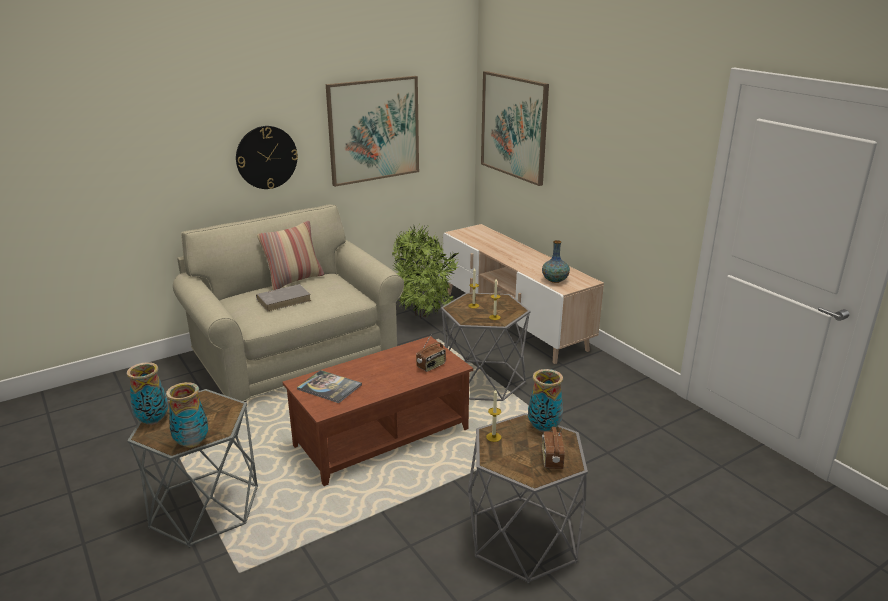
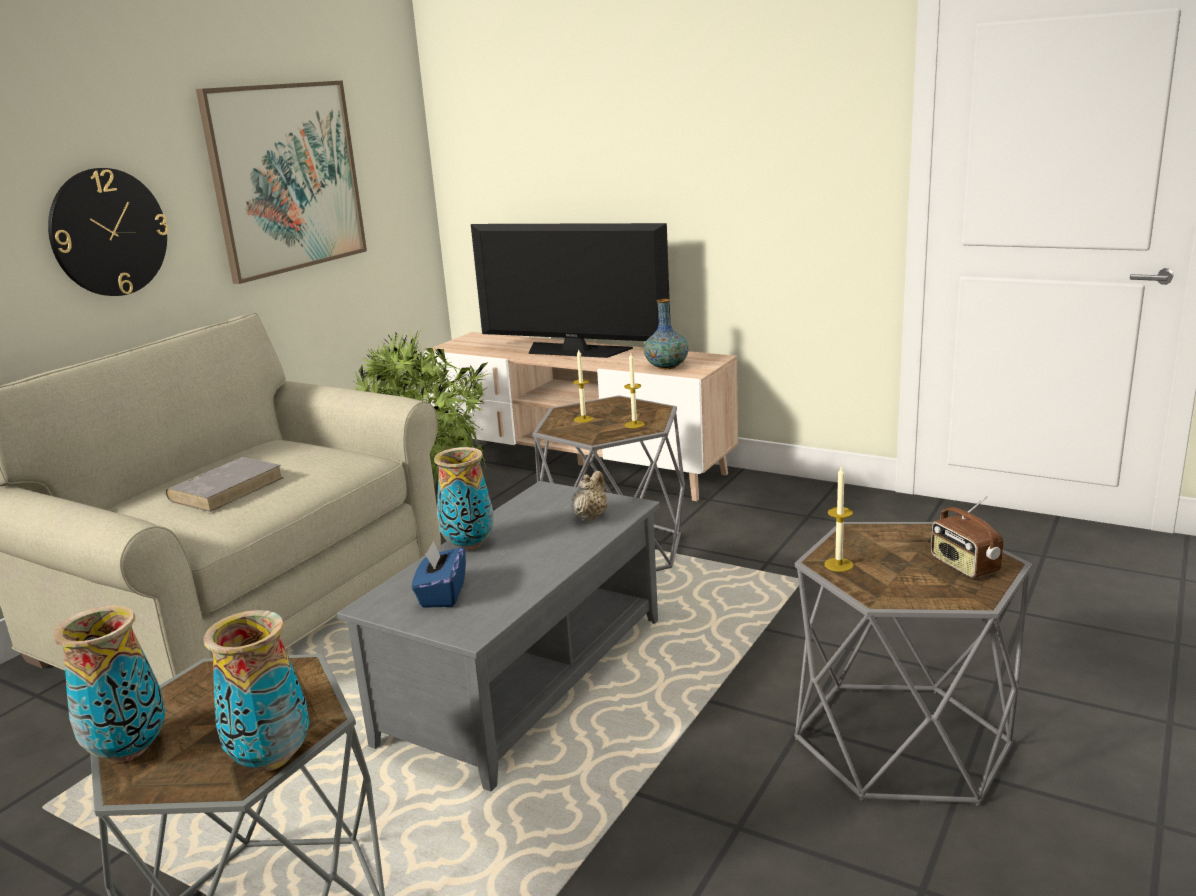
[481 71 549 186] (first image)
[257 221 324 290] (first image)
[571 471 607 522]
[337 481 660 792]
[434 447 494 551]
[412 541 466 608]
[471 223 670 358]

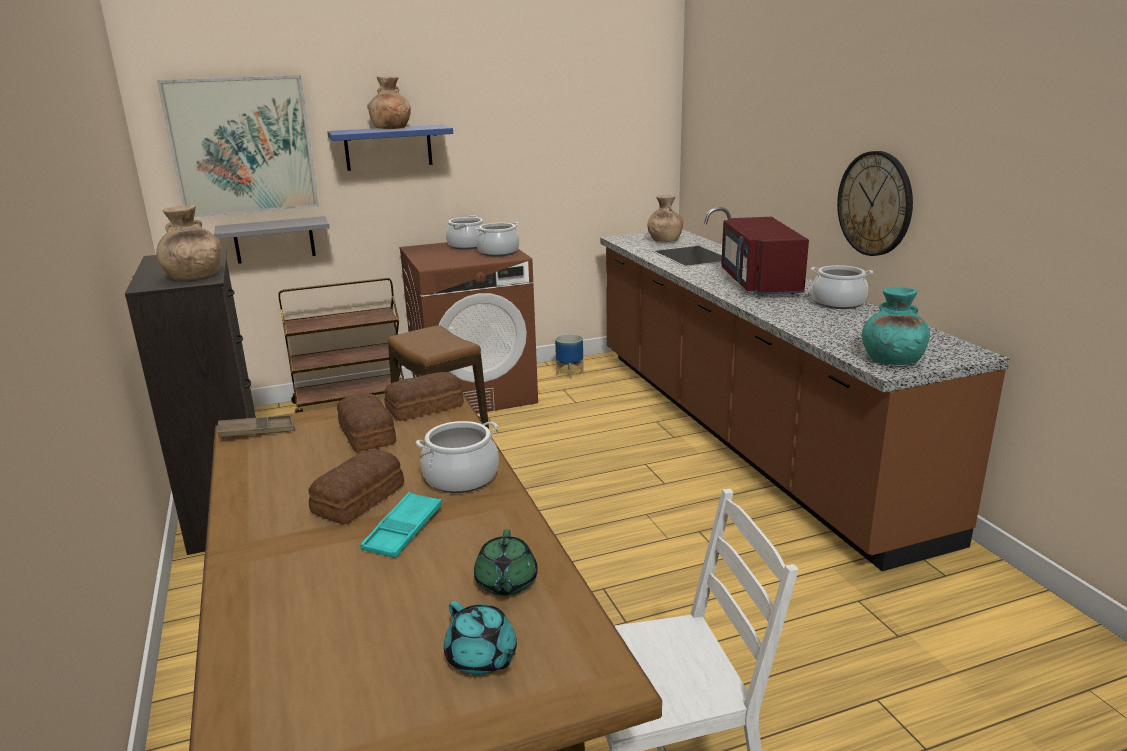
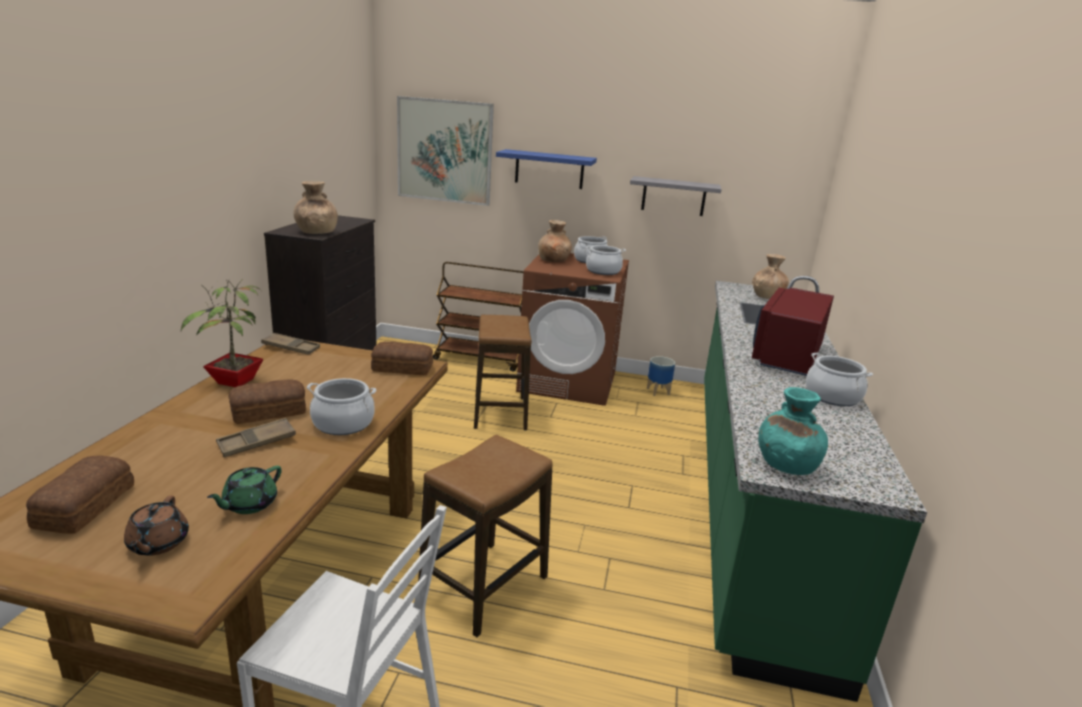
[538 220 572 262]
[837 151 913 256] (first image)
[704 276 927 702]
[630 176 722 216]
[26 455 134 534]
[216 418 296 457]
[124 495 189 556]
[181 279 263 387]
[418 435 553 637]

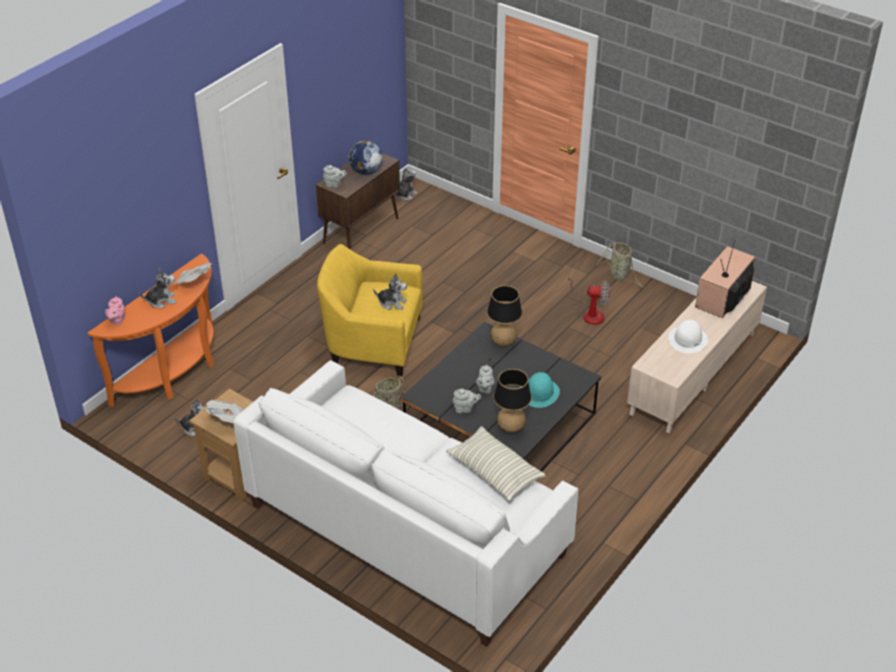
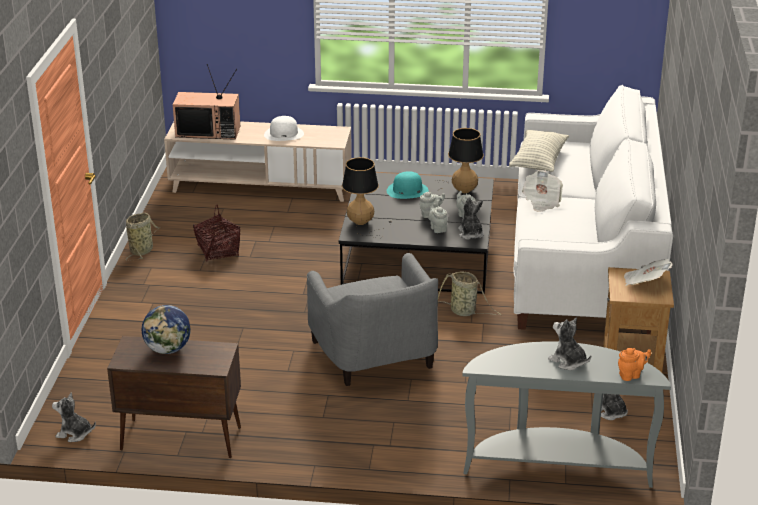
[428 203 448 233]
[307 253 438 386]
[462 341 671 488]
[522 170 563 212]
[458 197 484 240]
[193 205 240 262]
[618 348 651 381]

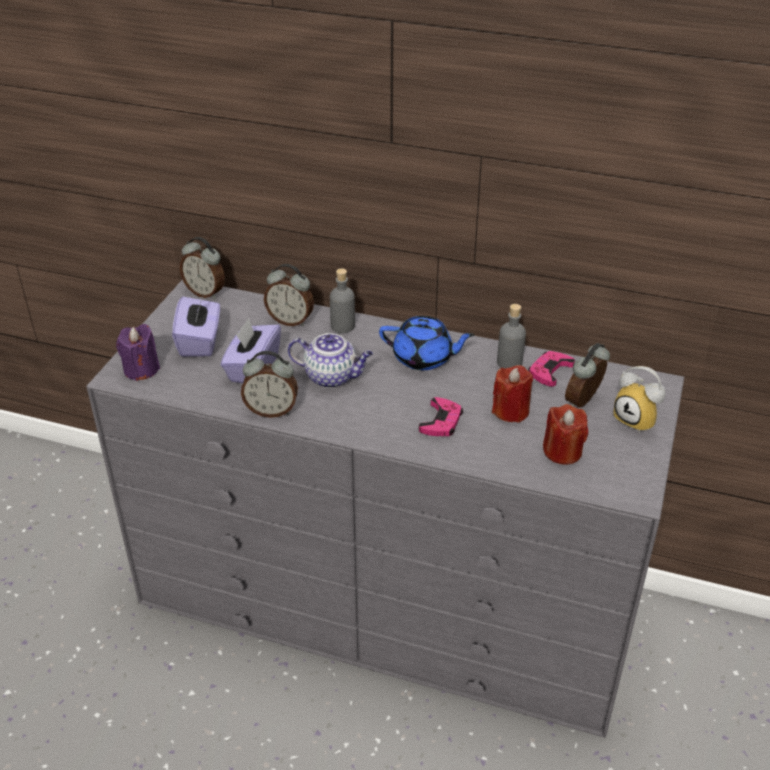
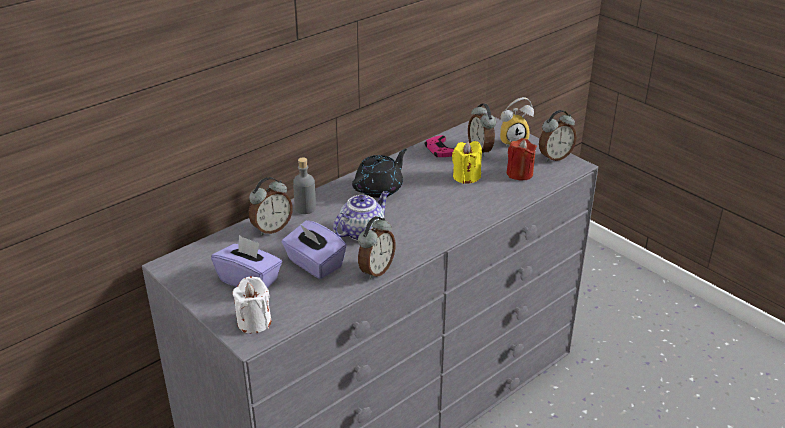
[539 110 577 162]
[497 304 526 368] (first image)
[352 149 407 198]
[232 276 271 334]
[452 141 482 184]
[419 397 463 436] (first image)

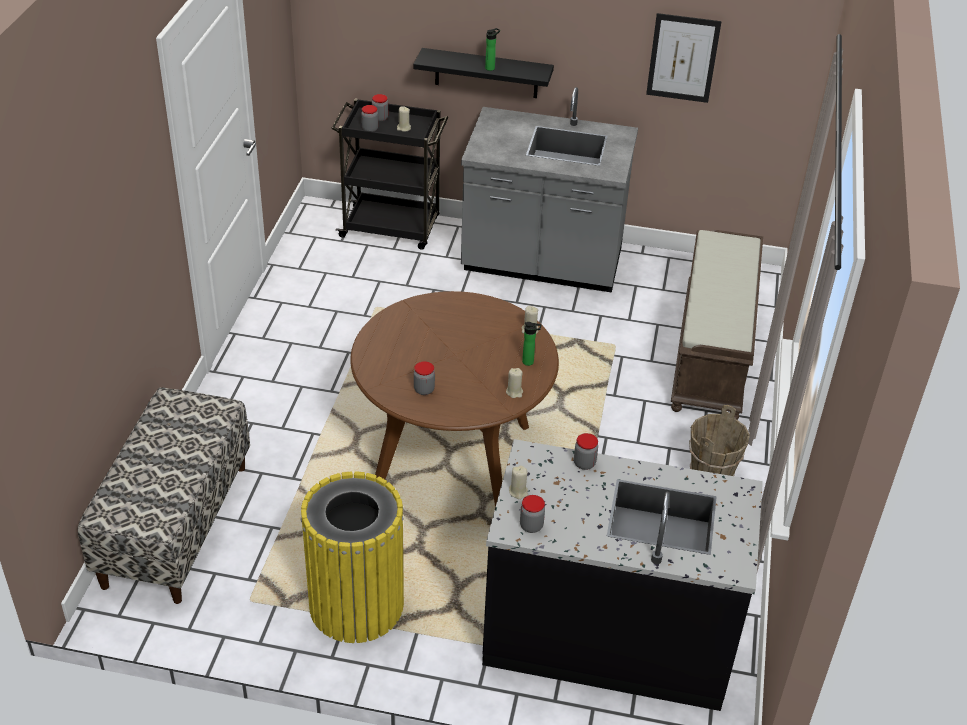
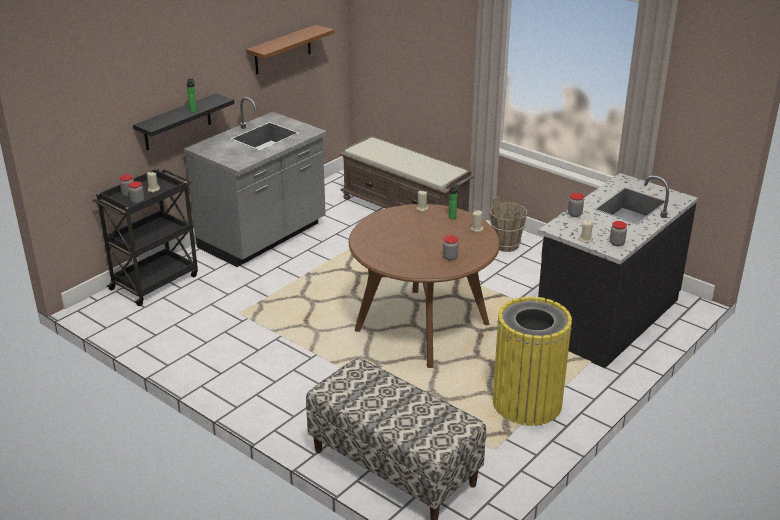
[246 25 334 74]

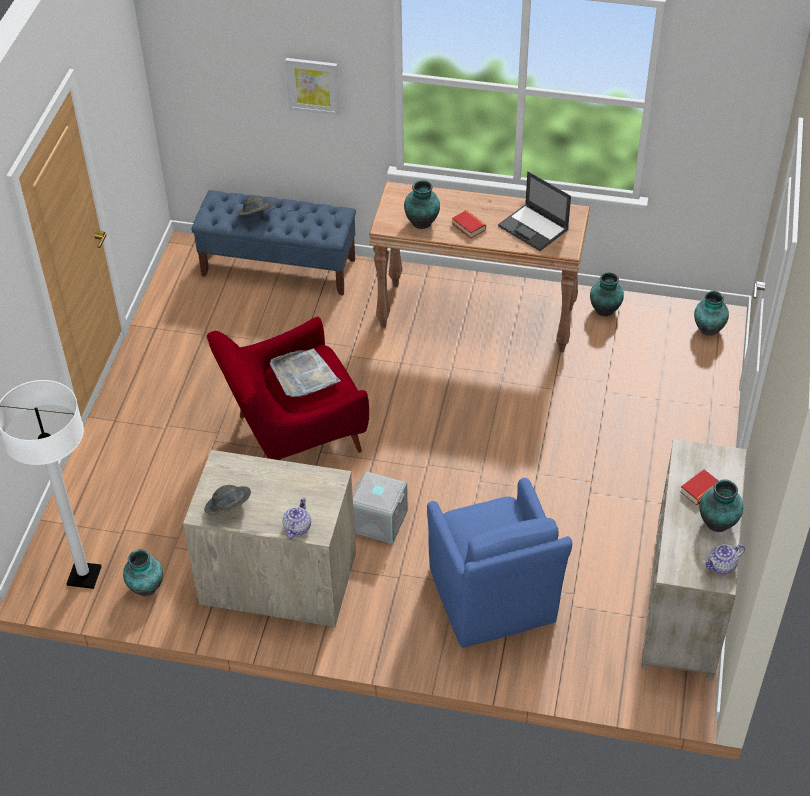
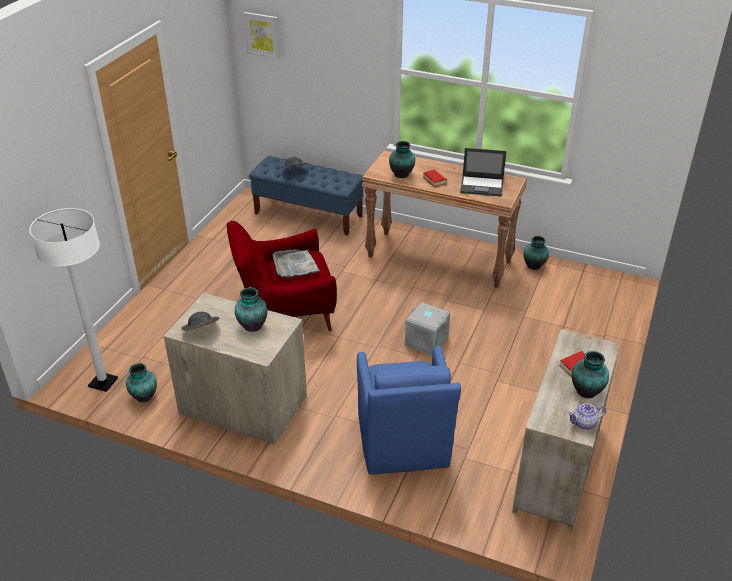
[244 12 280 59]
[460 148 506 197]
[235 287 267 332]
[405 302 450 356]
[283 497 311 540] (first image)

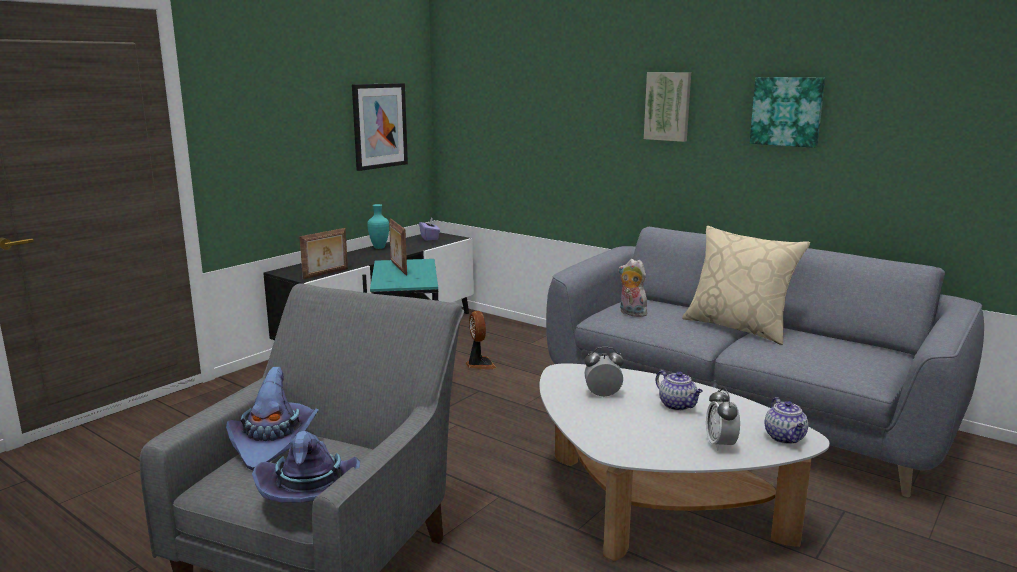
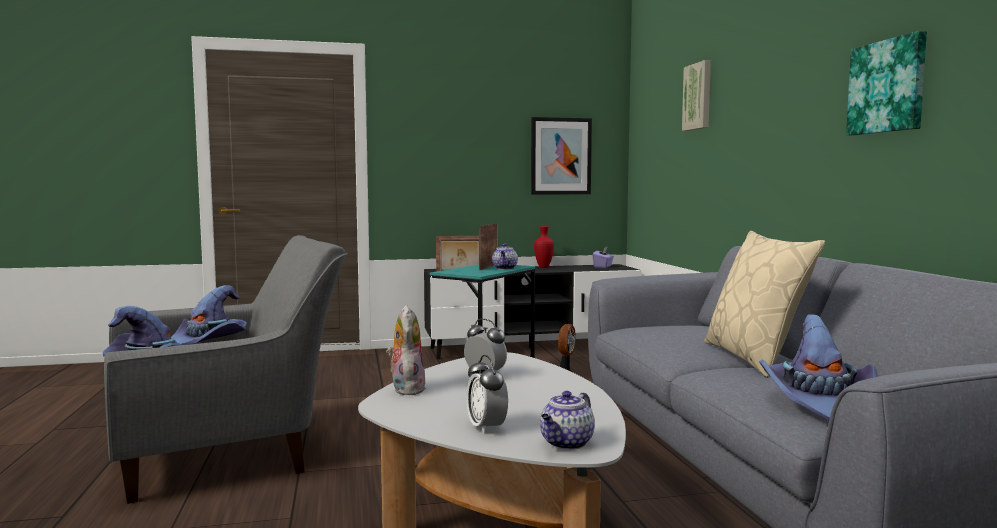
[682 60 711 131]
[534 226 554 268]
[386 305 426 395]
[492 243 518 270]
[466 355 508 434]
[759 314 877 421]

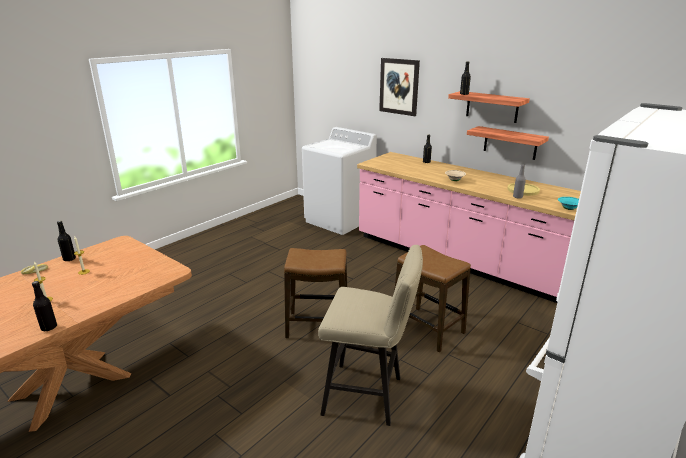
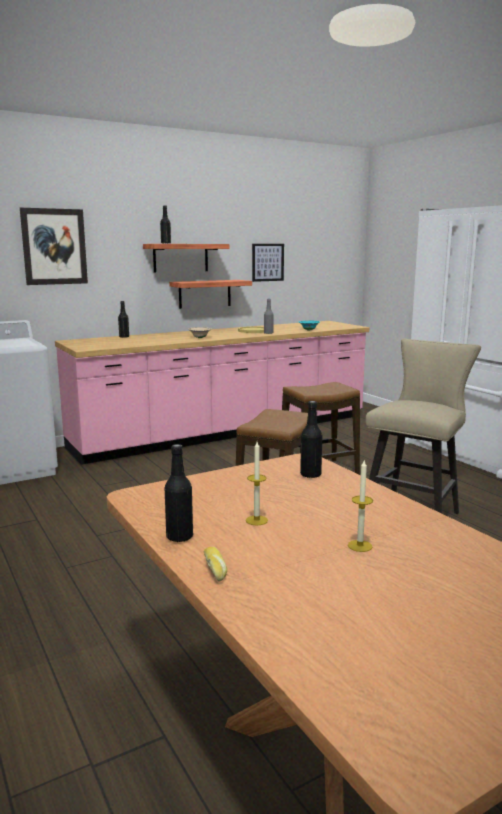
[300 401 323 478]
[252 244 284 282]

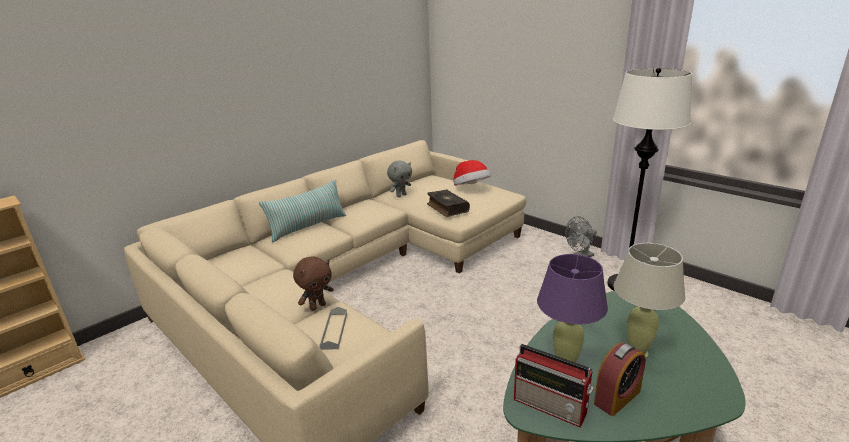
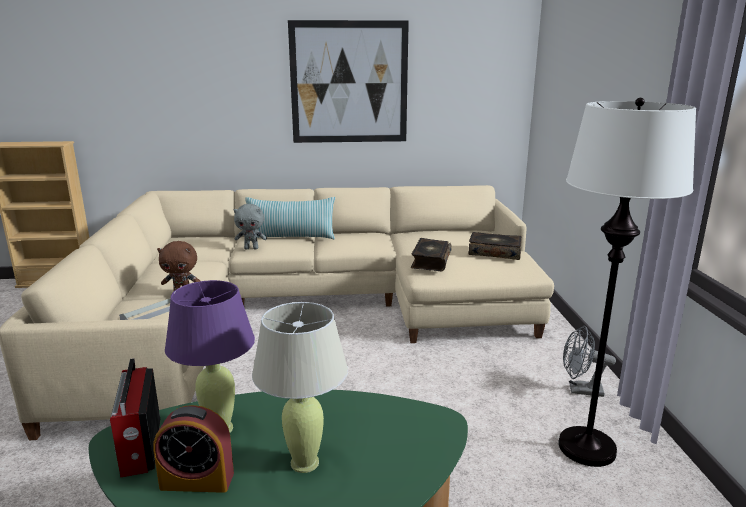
[233 204 267 249]
[468 232 522 260]
[288 20 409 143]

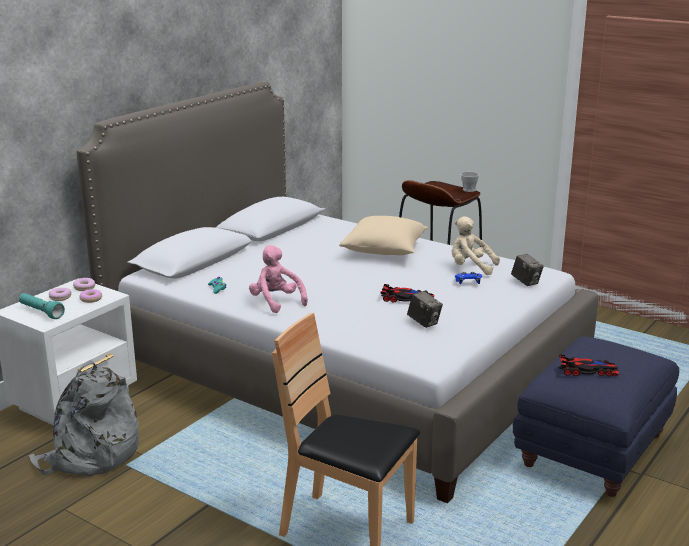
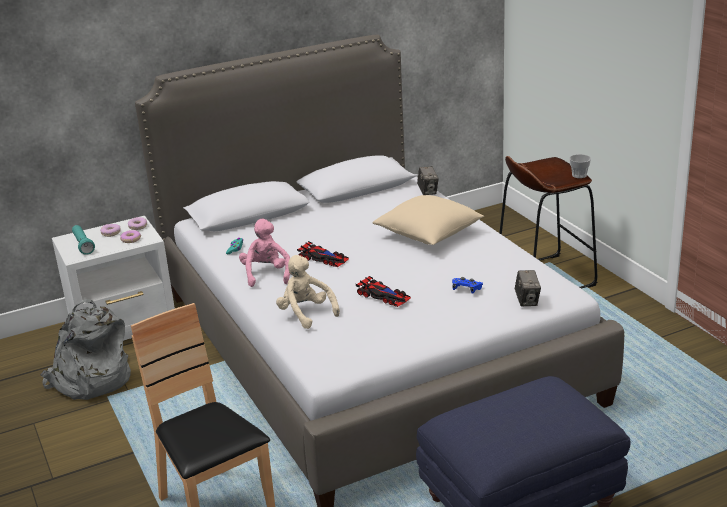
[276 255 340 329]
[417 166 439 195]
[297 241 349 267]

